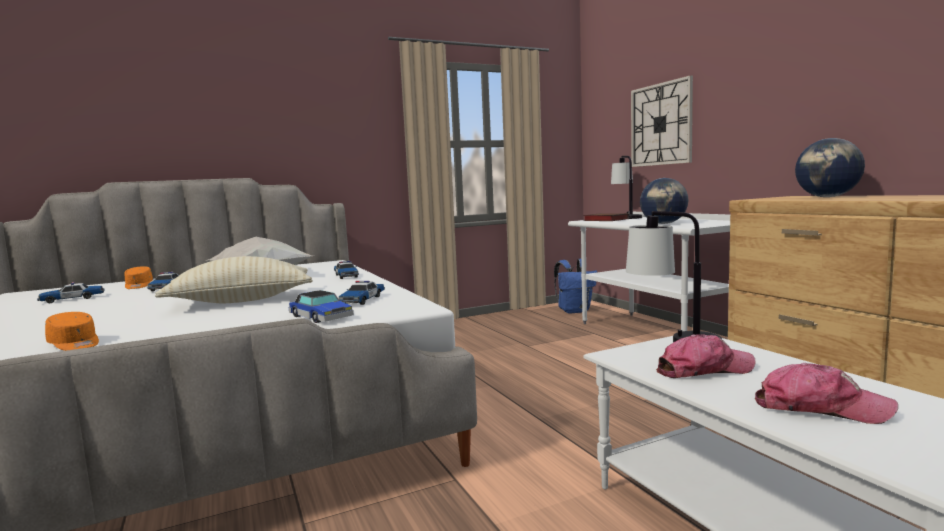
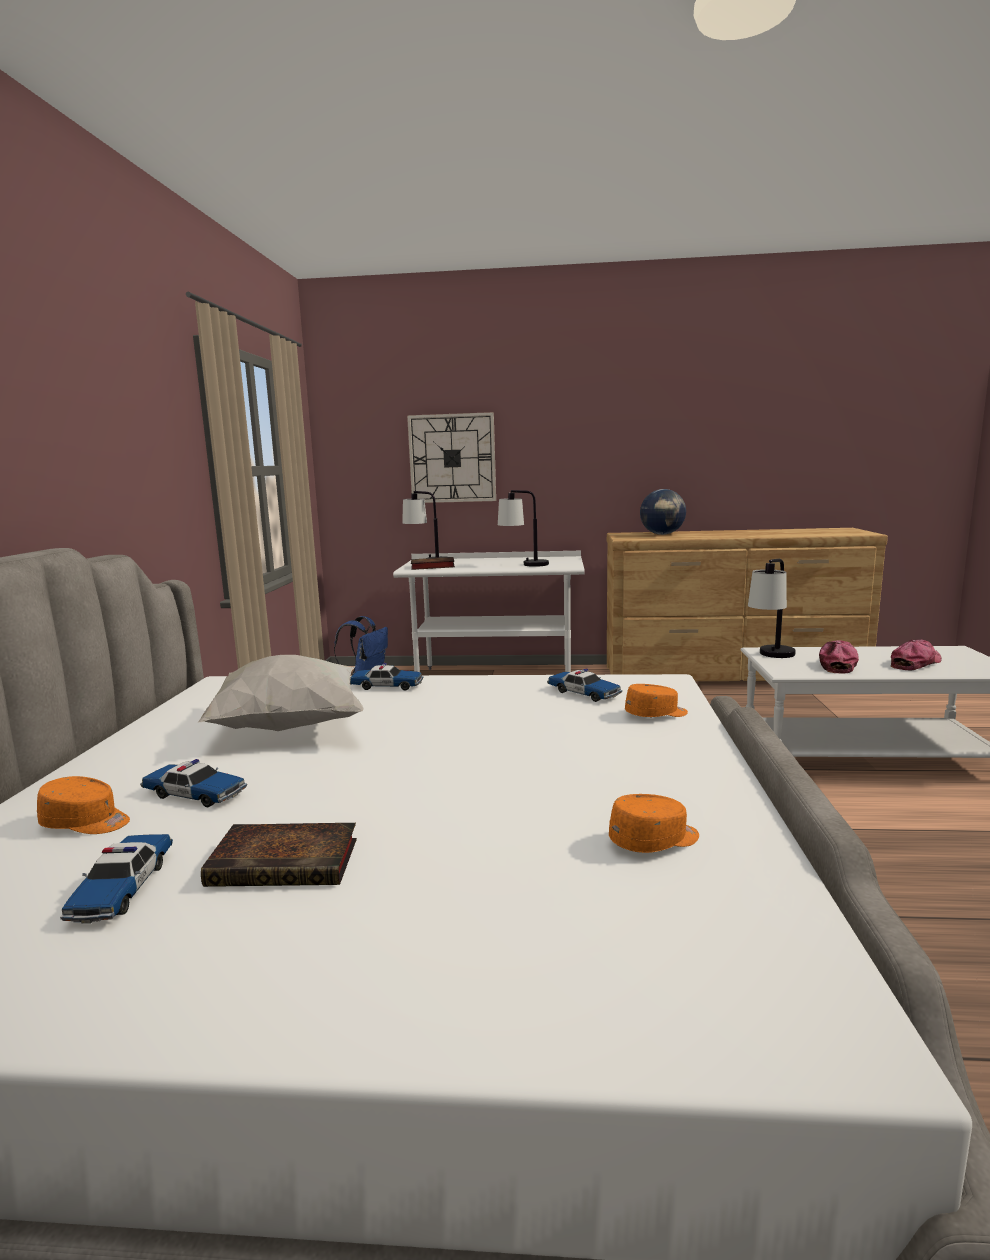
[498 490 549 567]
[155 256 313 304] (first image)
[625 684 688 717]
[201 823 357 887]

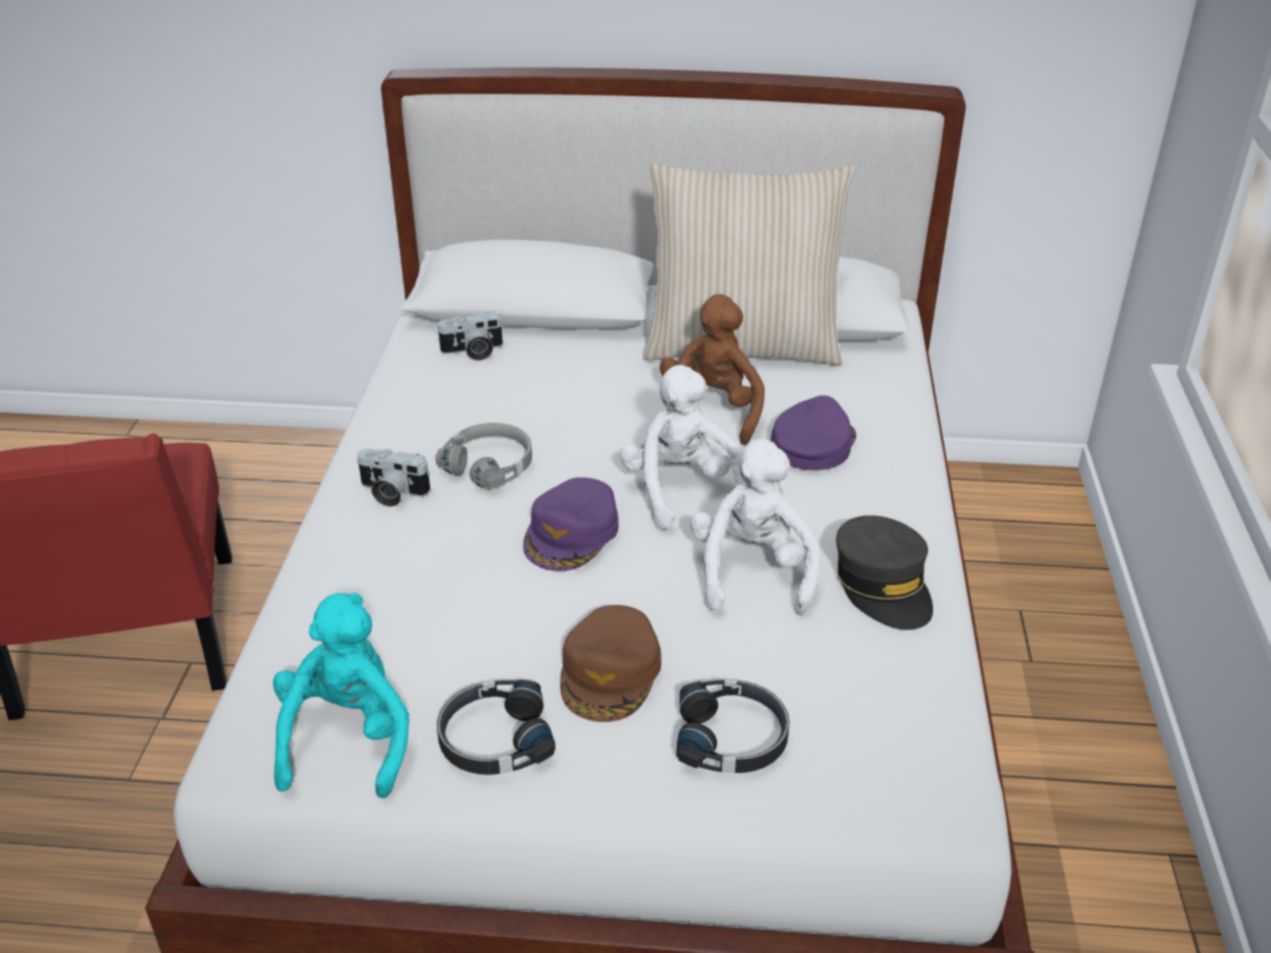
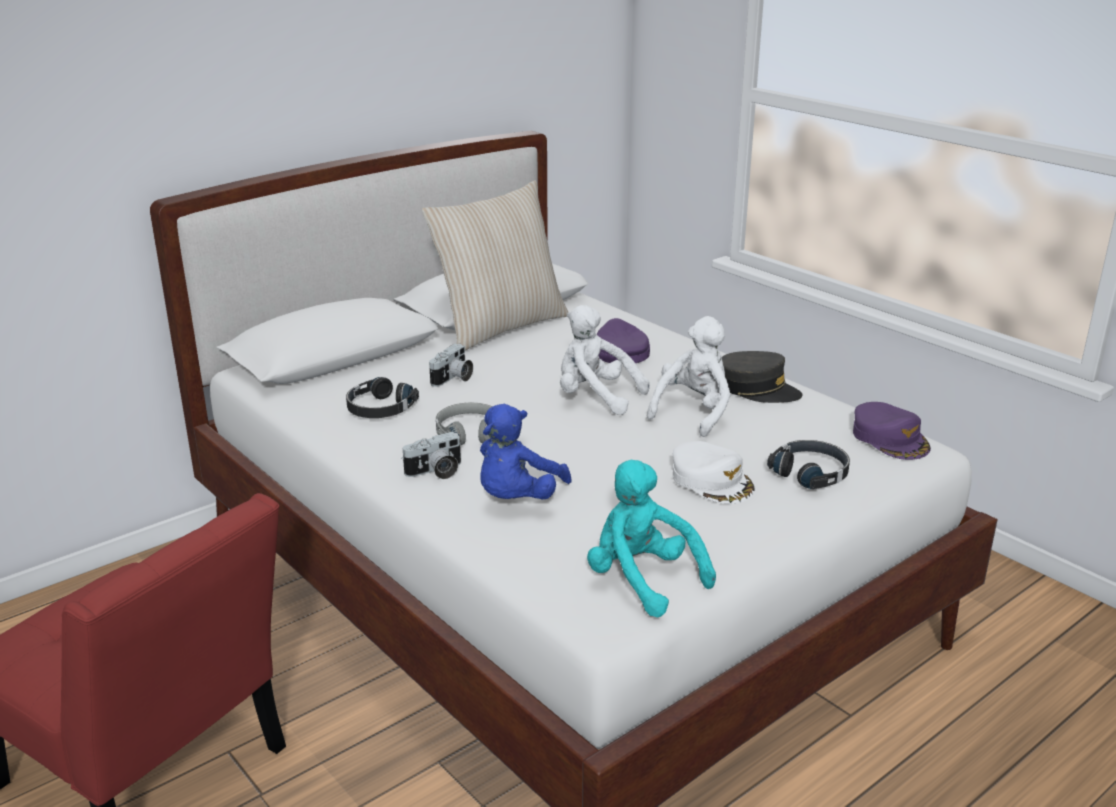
[660 294 765 445] (first image)
[429 344 473 387]
[647 316 731 437]
[853 402 931 460]
[673 441 755 504]
[346 377 419 418]
[480 404 572 499]

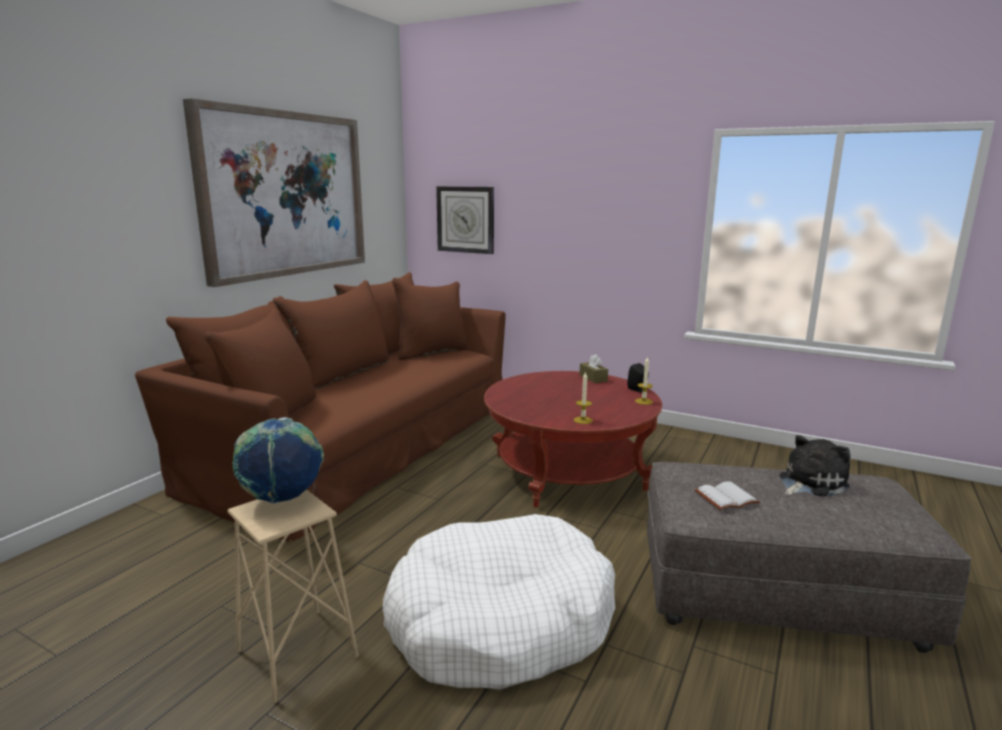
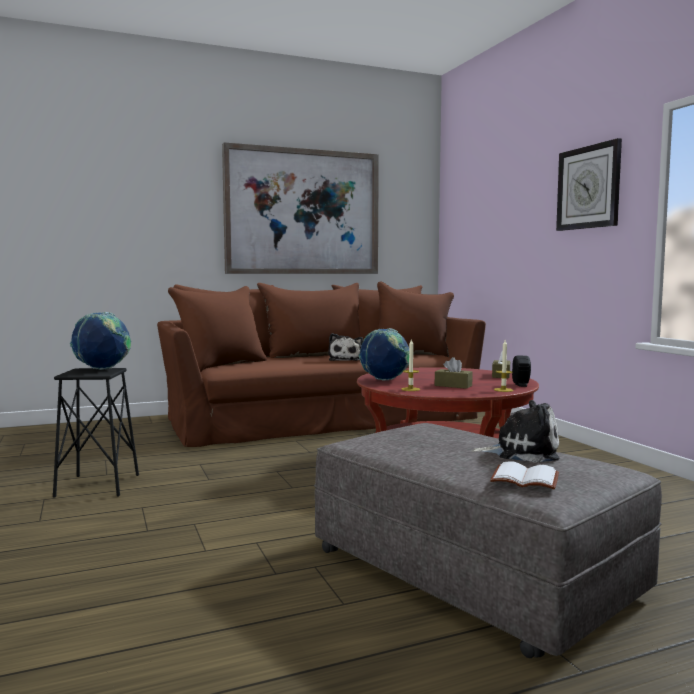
[556 138 622 231]
[490 461 559 489]
[53 368 139 498]
[383 514 615 690] (first image)
[359 328 409 381]
[328 333 363 361]
[435 357 473 389]

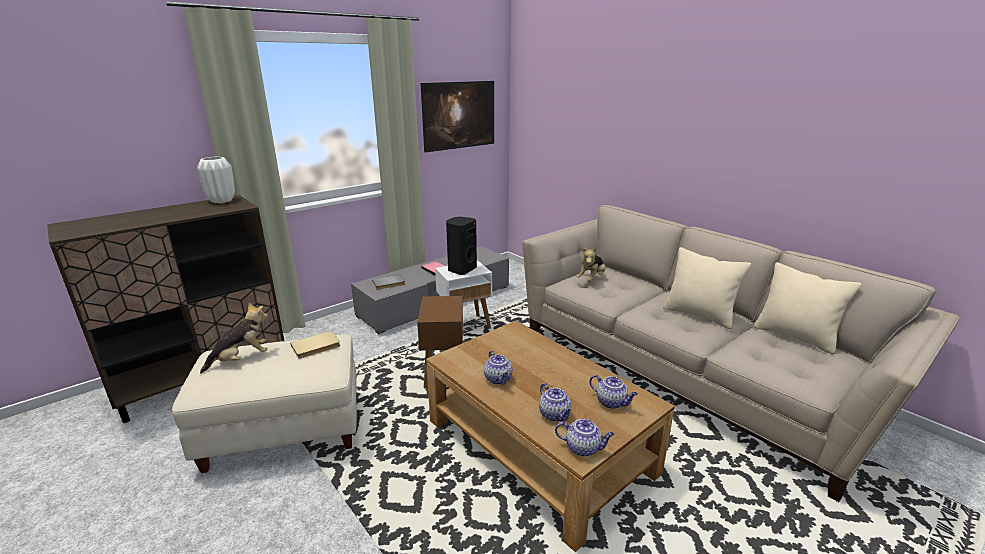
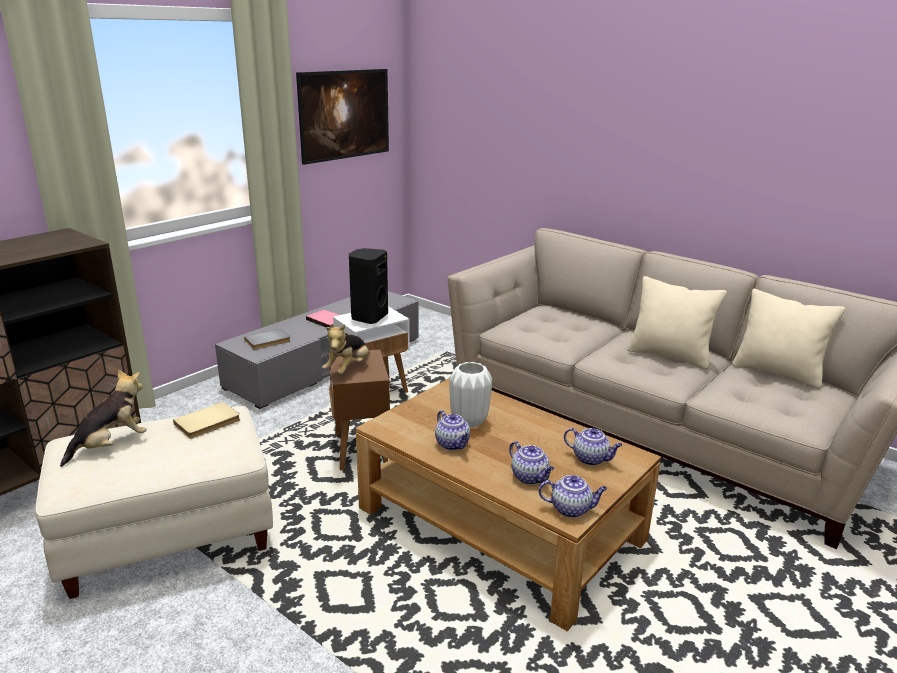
[449 362 492 428]
[323 324 369 375]

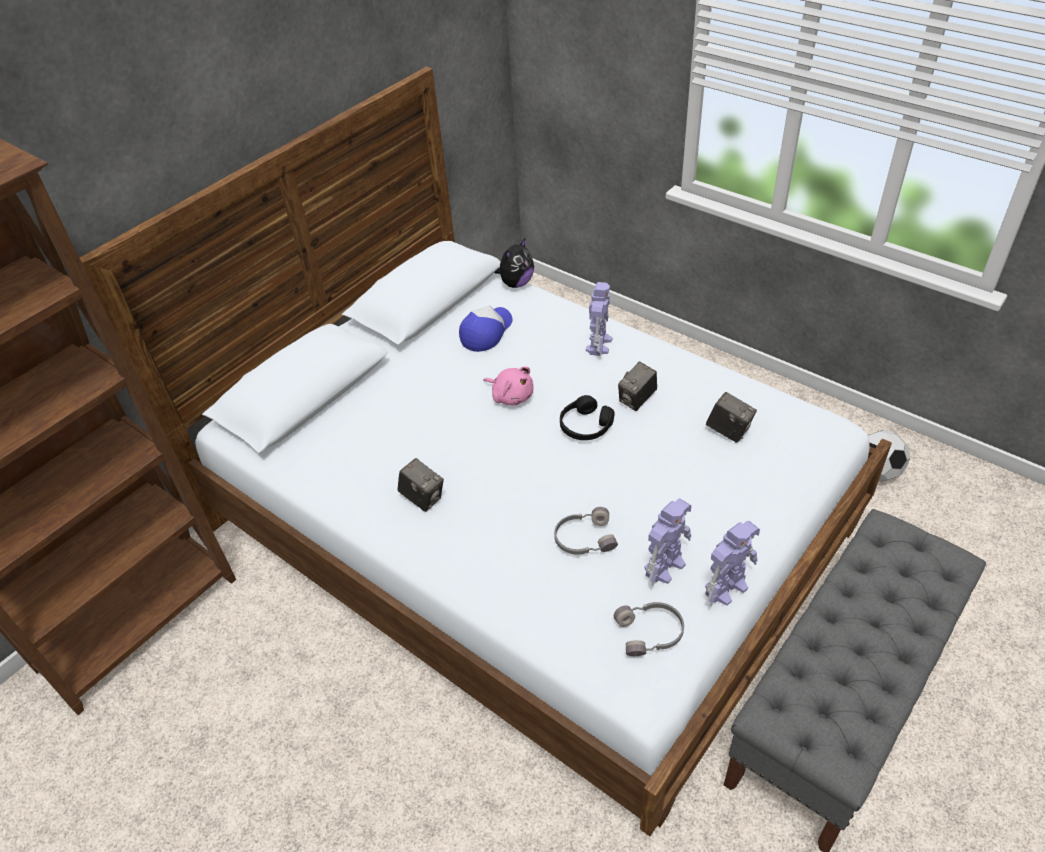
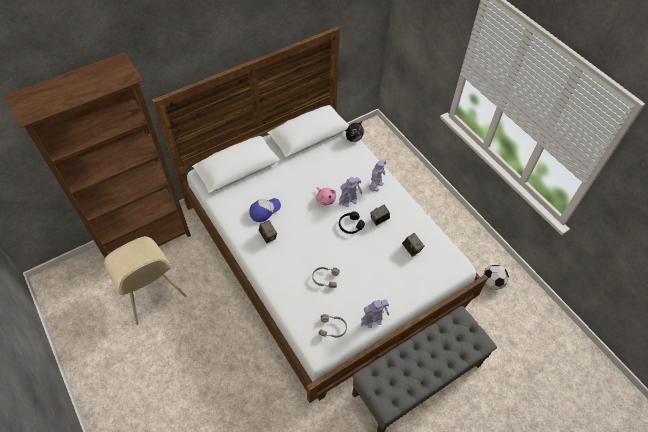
[249 198 281 222]
[339 177 362 207]
[104 236 186 325]

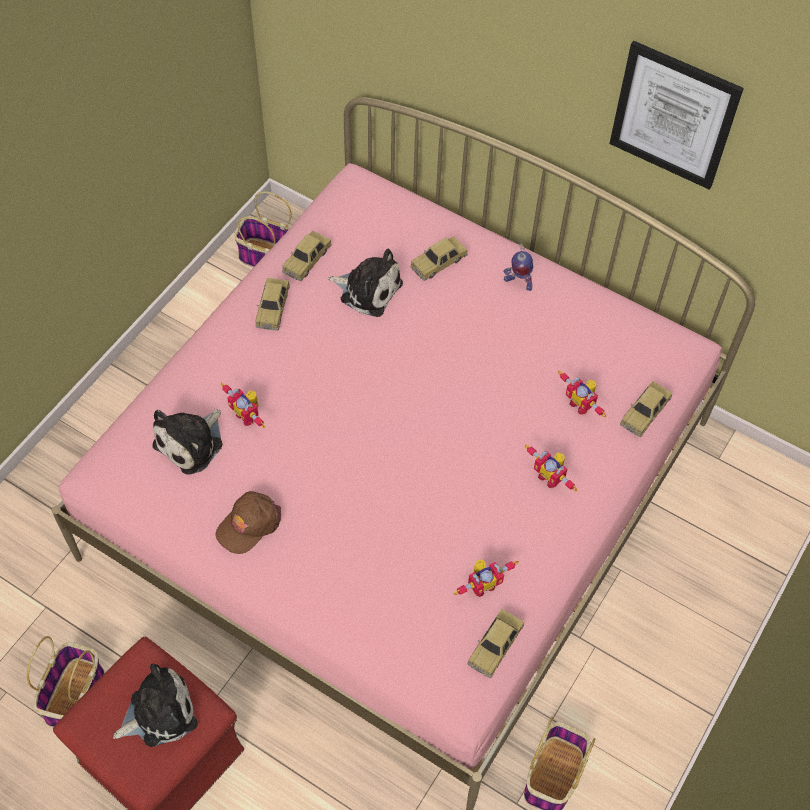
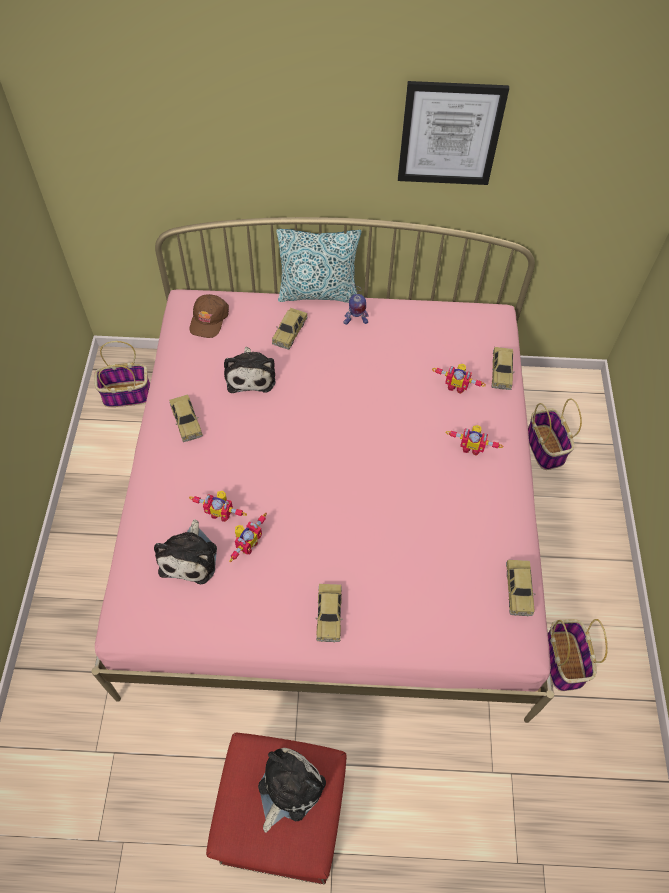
[315 584 343 642]
[224 347 275 393]
[190 294 229 338]
[230 513 267 562]
[528 398 582 470]
[276 229 362 303]

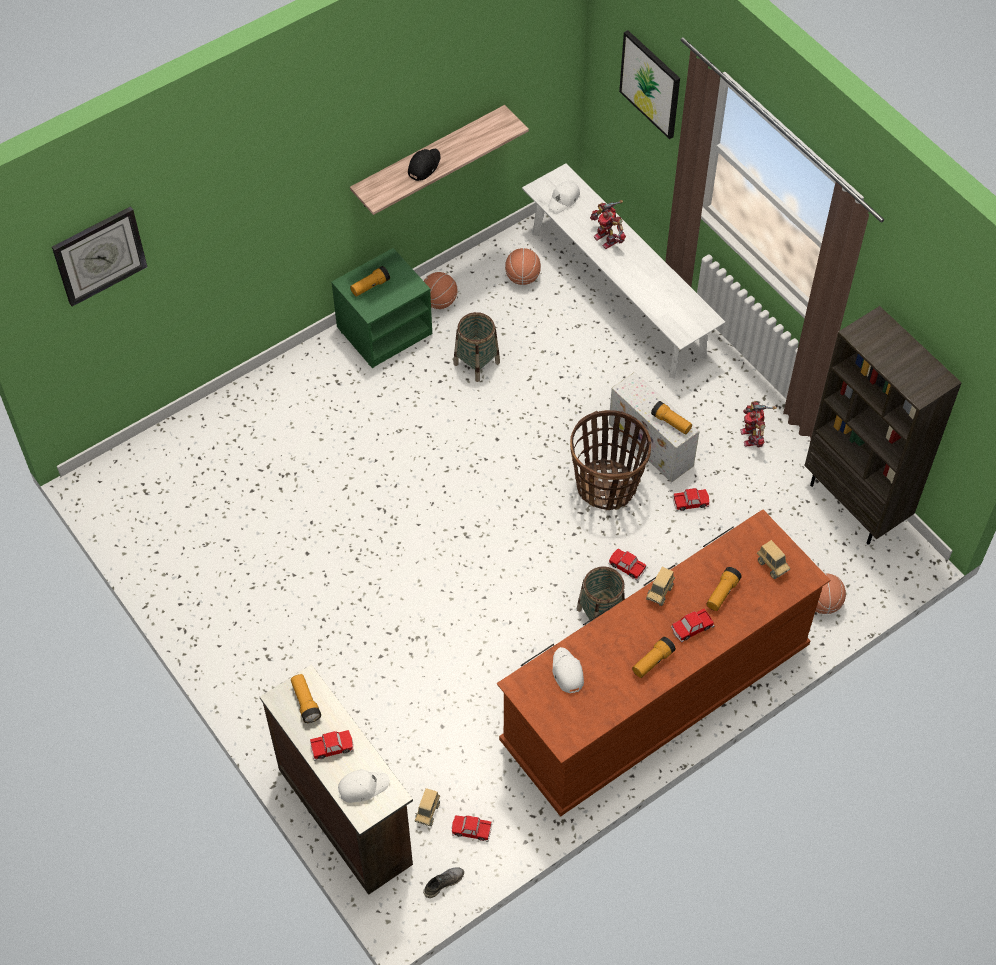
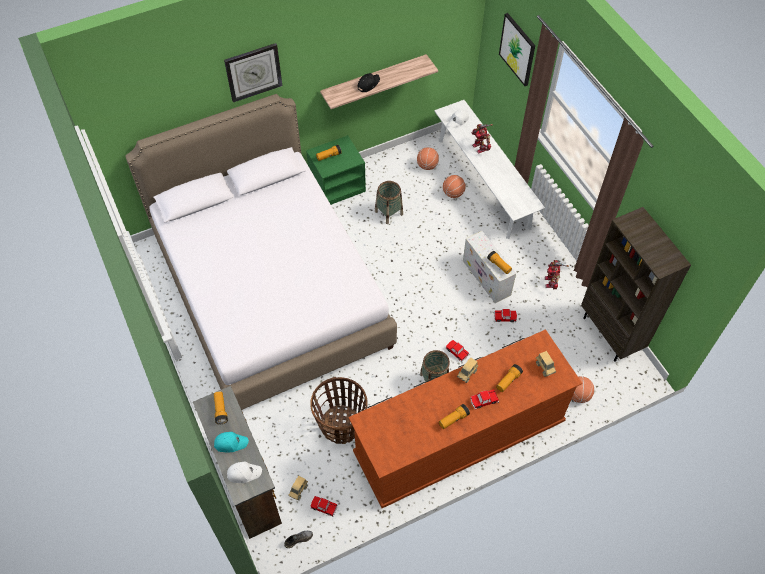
[224 43 282 102]
[443 175 466 198]
[311 377 367 444]
[552 647 584 693] (first image)
[214 432 249 453]
[125 94 397 410]

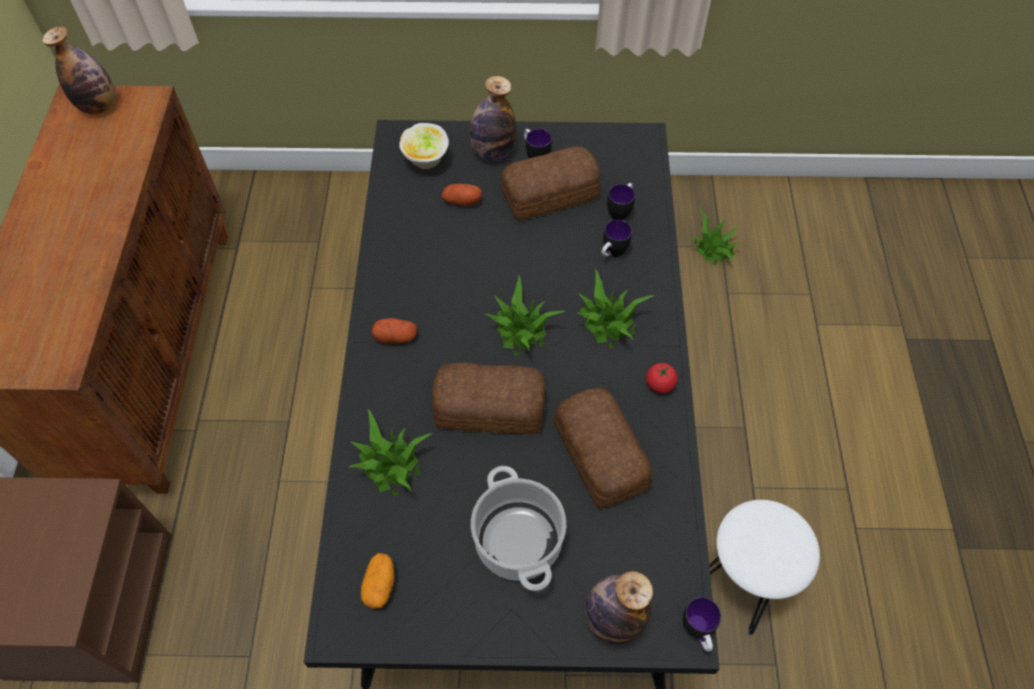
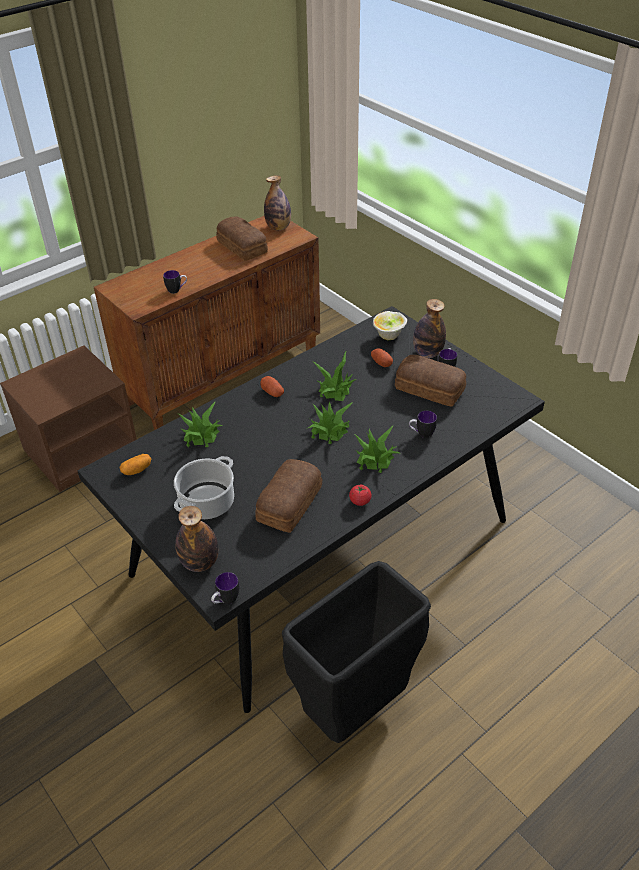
[163 270 187 294]
[313 352 357 401]
[216 216 268 261]
[282 561 431 743]

